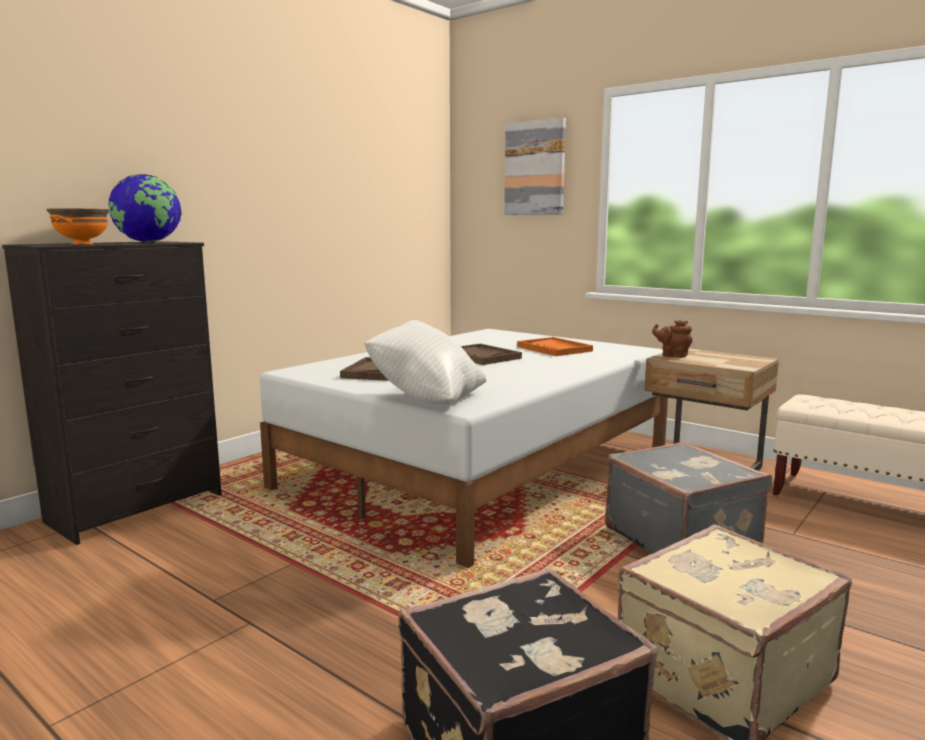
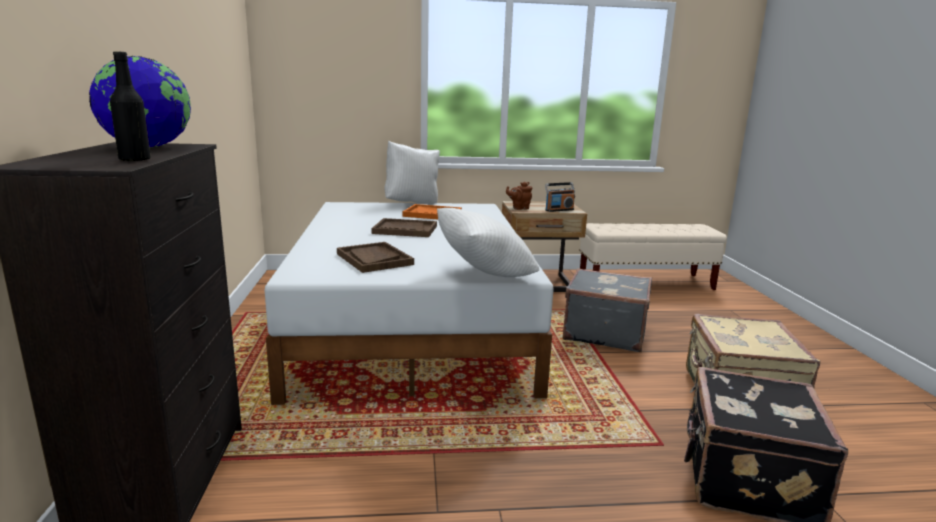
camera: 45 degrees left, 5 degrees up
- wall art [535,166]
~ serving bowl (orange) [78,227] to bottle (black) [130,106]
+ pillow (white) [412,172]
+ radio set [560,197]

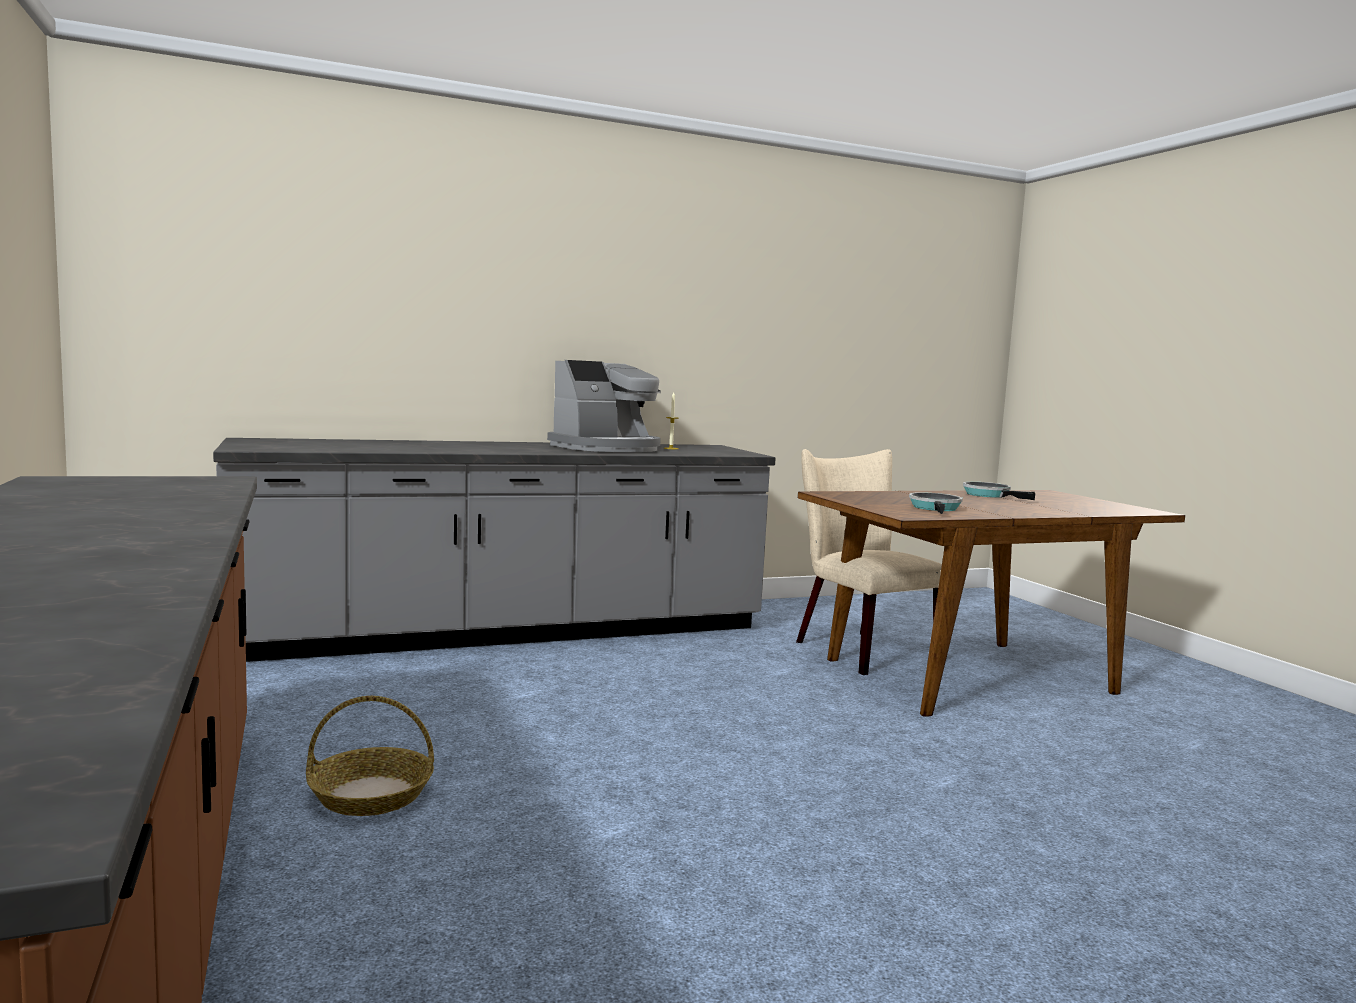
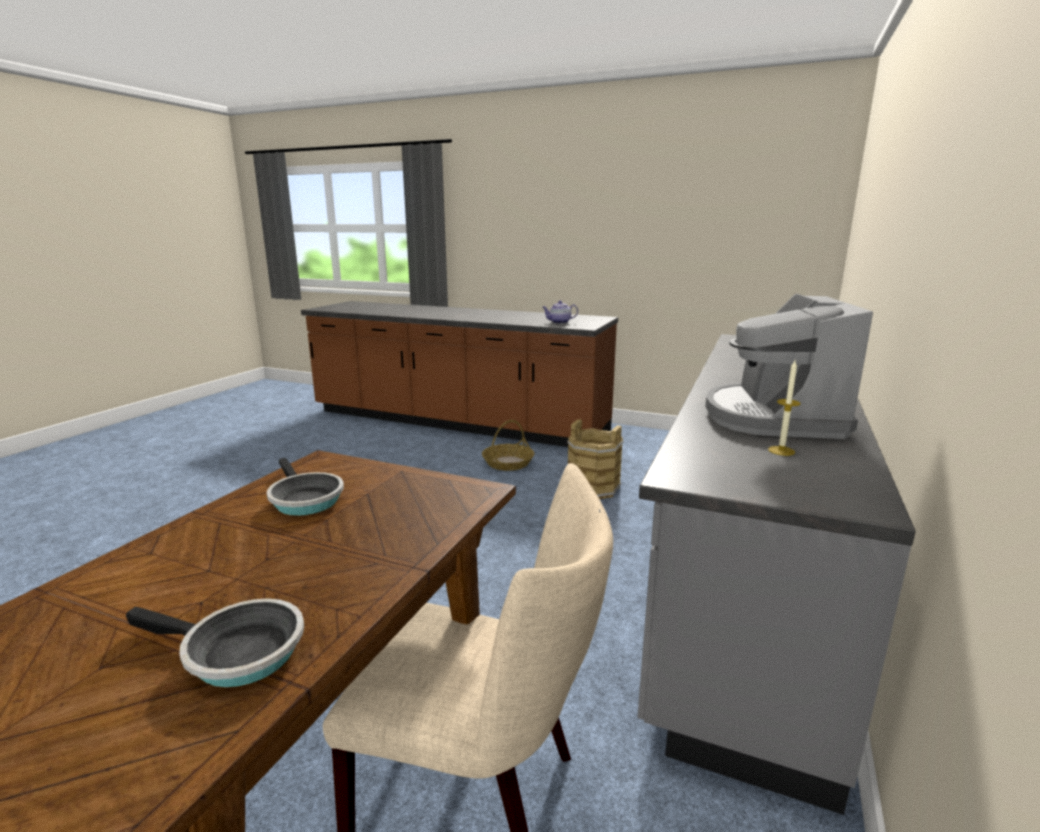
camera: 135 degrees right, 10 degrees up
+ pot for tea [560,312]
+ bucket (brown) [596,459]

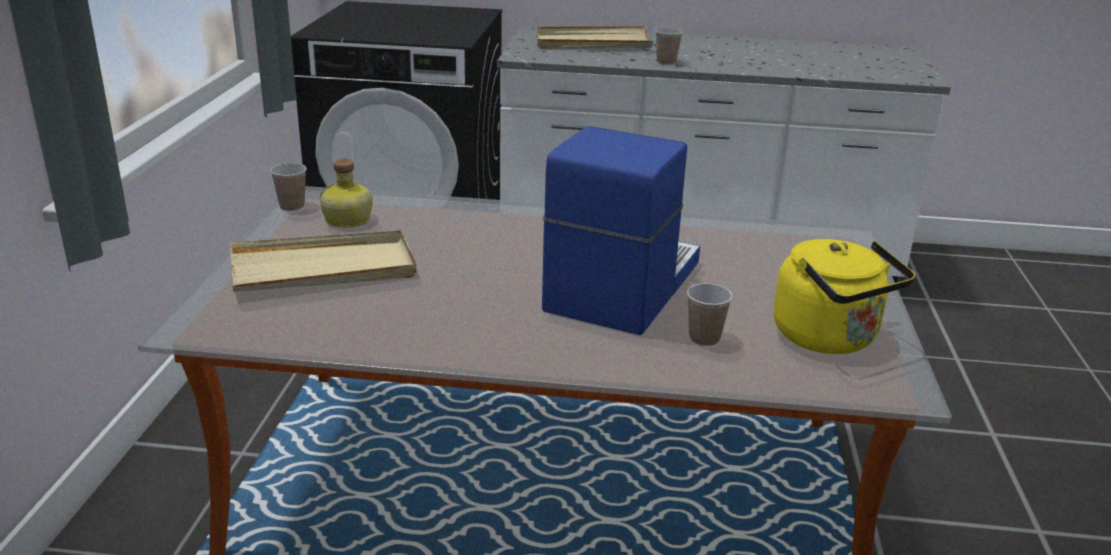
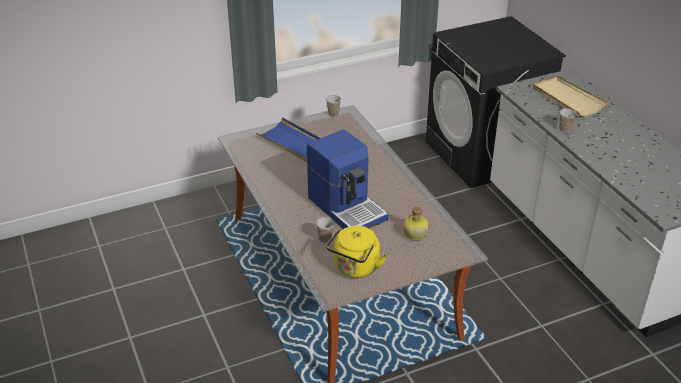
camera: 60 degrees right, 10 degrees up
~ coffee machine [621,230] = [347,179] 60 degrees clockwise
~ bottle [346,193] to [416,224]
~ serving tray (beige-coloured) [323,261] to serving tray (bluish) [288,139]

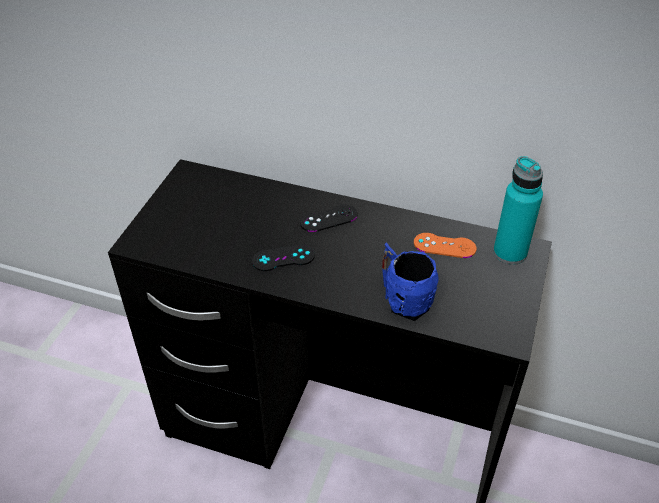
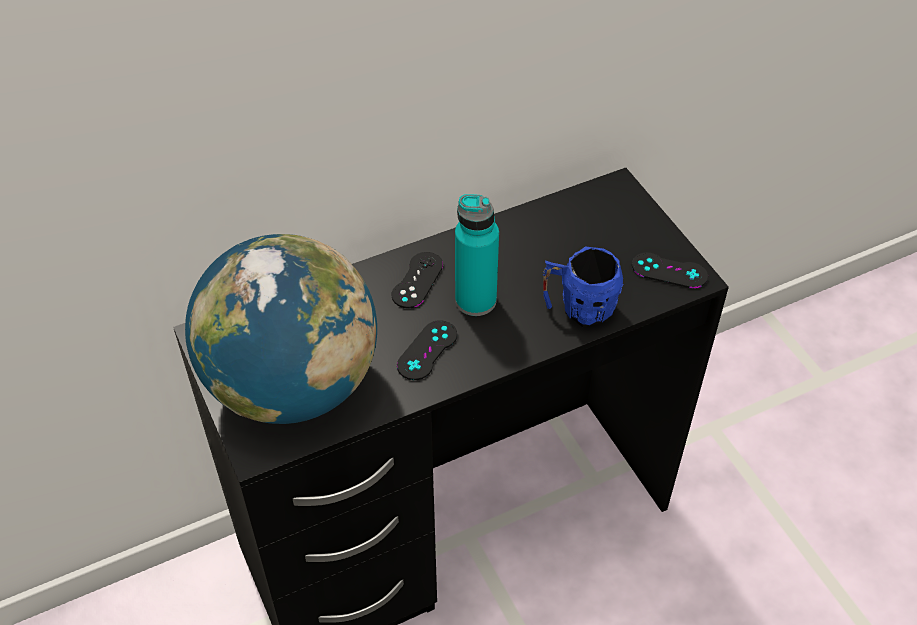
camera: 45 degrees left, 5 degrees up
~ bottle (turquoise-coloured) [518,210] to [477,255]
- gamepad (orange) [445,245]
+ desk globe [281,329]
+ gamepad (black) [670,270]

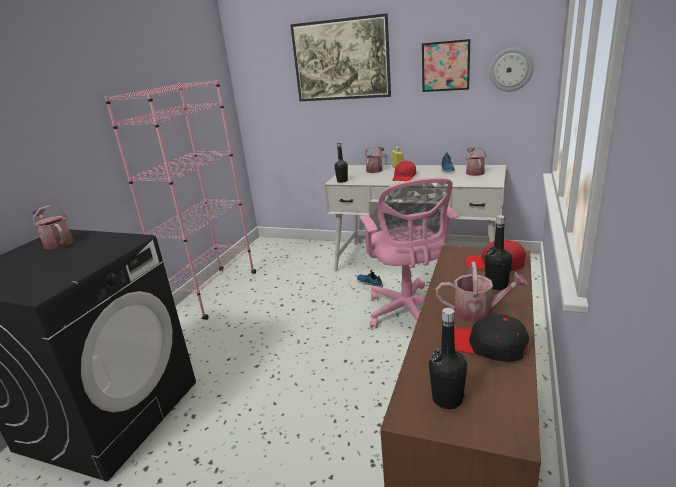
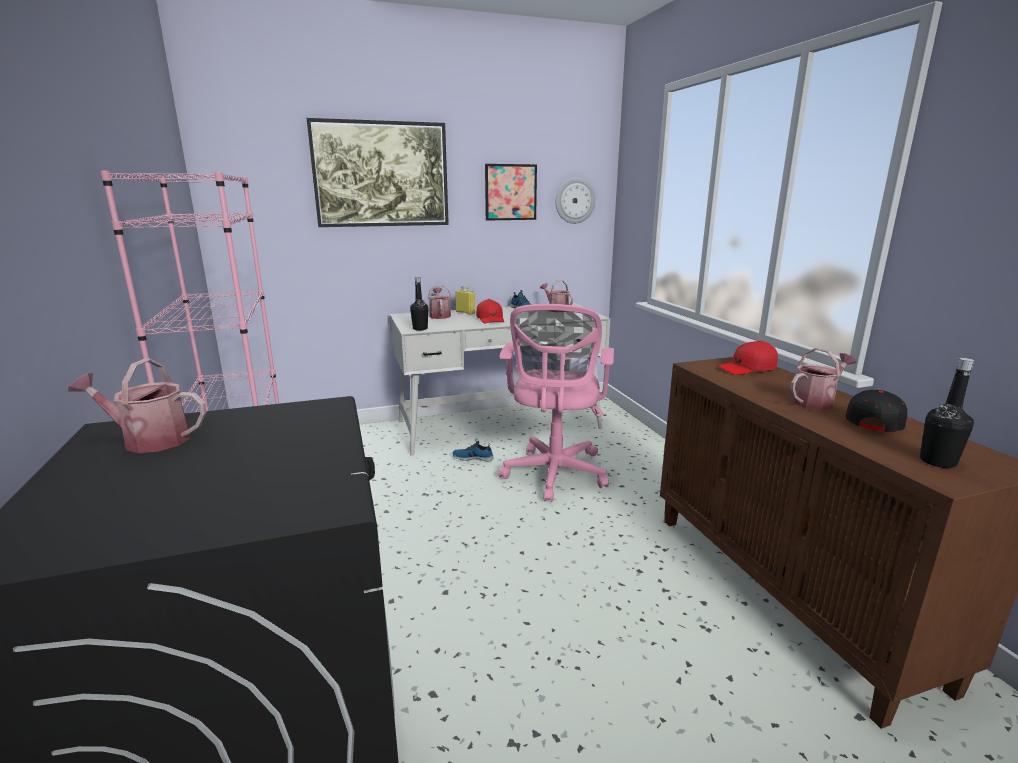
camera: 40 degrees left, 5 degrees down
~ computer chair (pink-coloured) [409,253] = [556,403] 60 degrees clockwise
- bottle (black) [498,252]
~ baseball cap (black) [491,338] = [876,411] 135 degrees clockwise

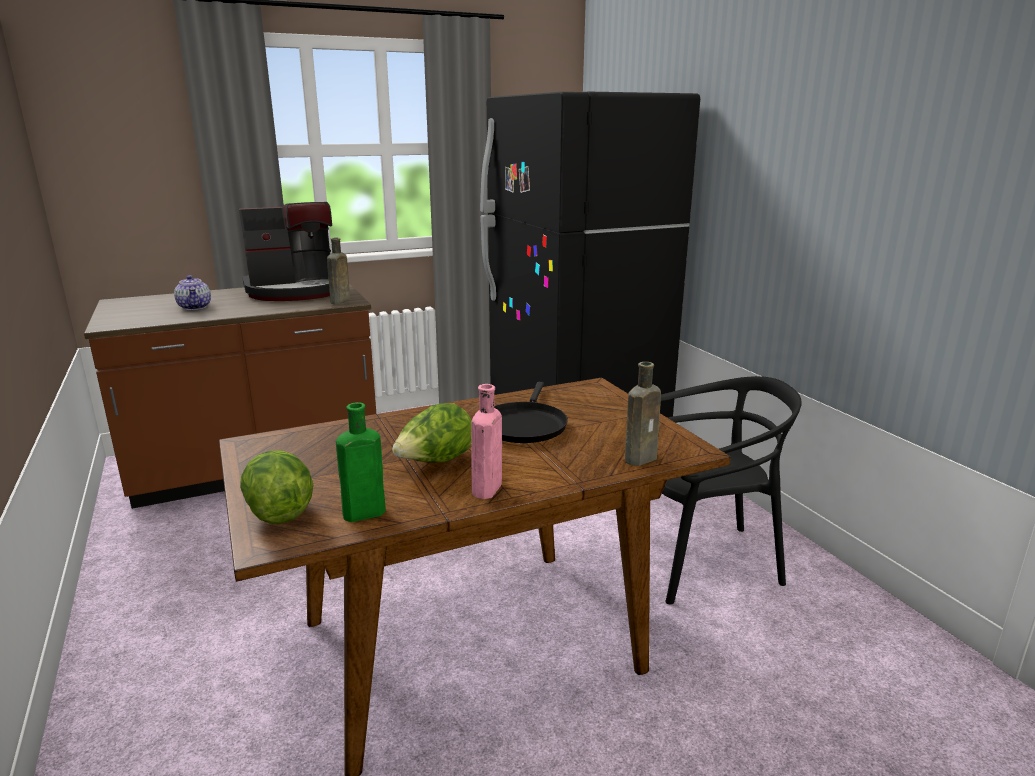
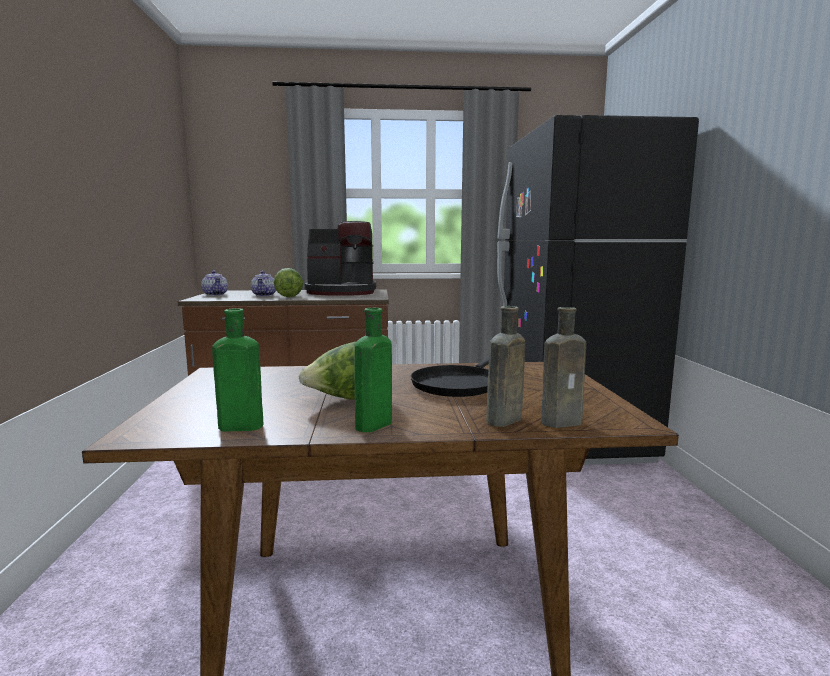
camera: 20 degrees right, 10 degrees down
~ bottle (brown) [338,270] to [505,366]
- upright chair (black) [731,490]
~ bottle (pink-coloured) [486,441] to bottle (green) [373,370]
~ head of lettuce [276,487] to [288,282]
+ pot for tea [214,283]

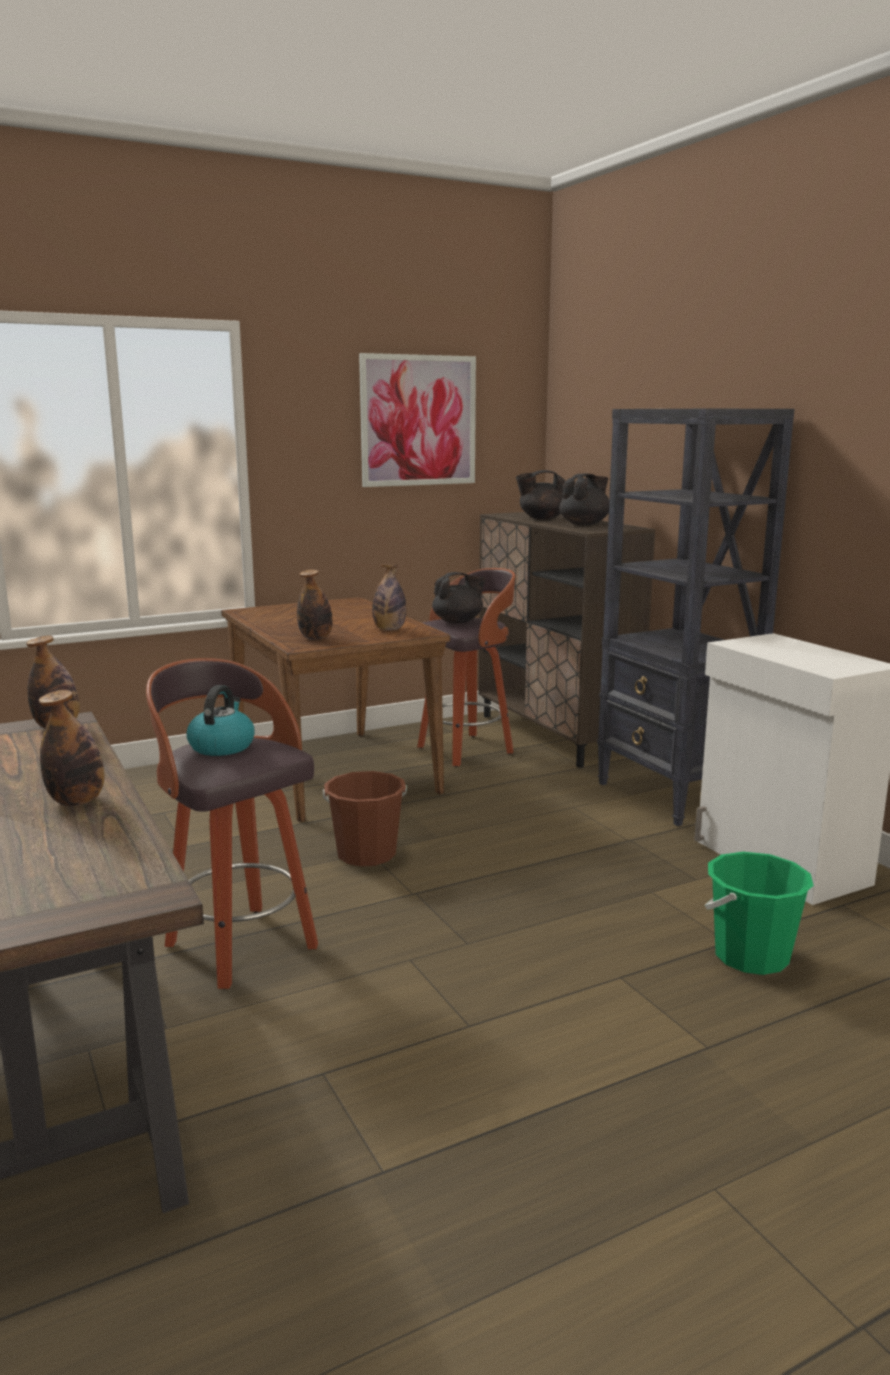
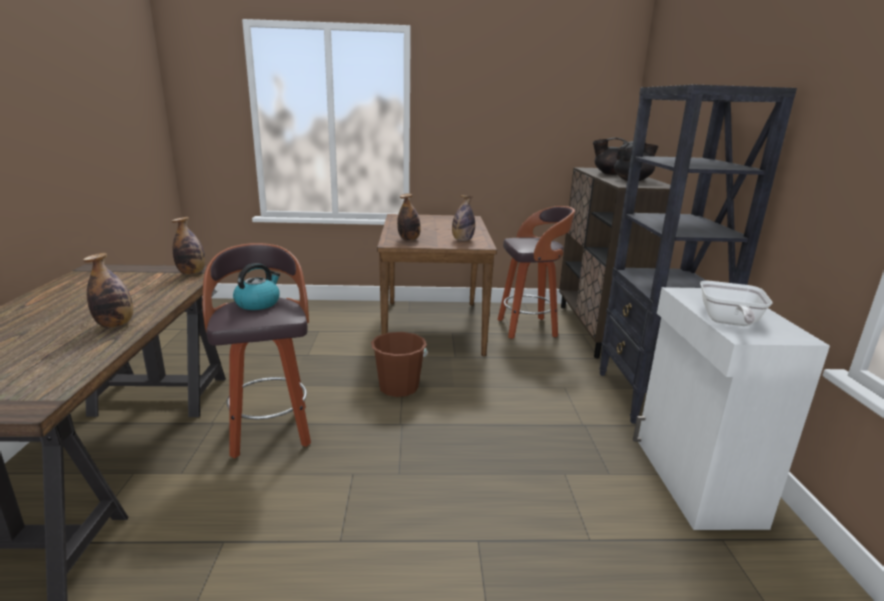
camera: 25 degrees right, 5 degrees up
- wall art [417,420]
- pot for tea (black) [459,597]
- bucket (green) [759,913]
+ frying pan [736,303]

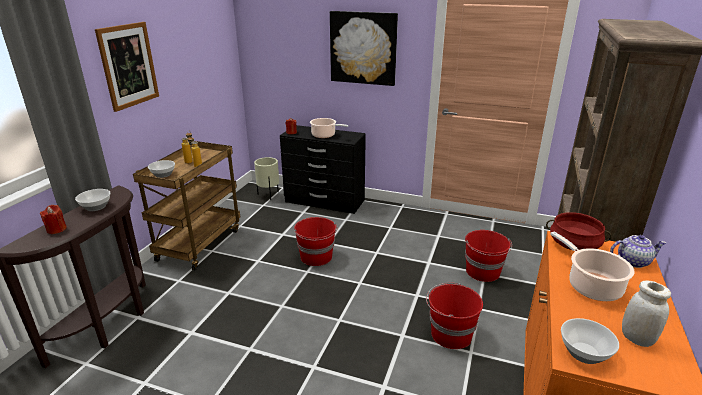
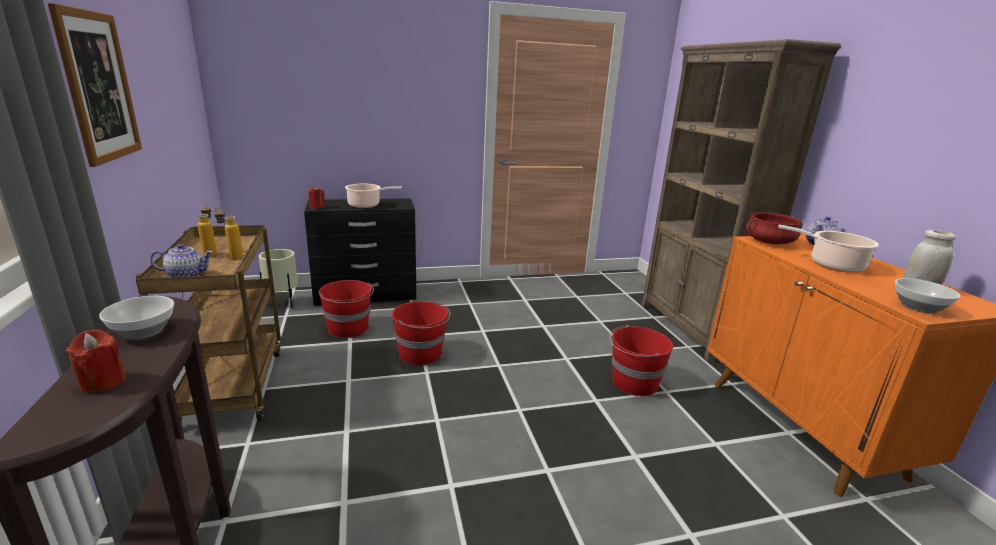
camera: 35 degrees left, 5 degrees down
- wall art [364,48]
~ serving bowl [161,169] to pot for tea [181,260]
~ bucket (red-coloured) [488,256] to [346,309]

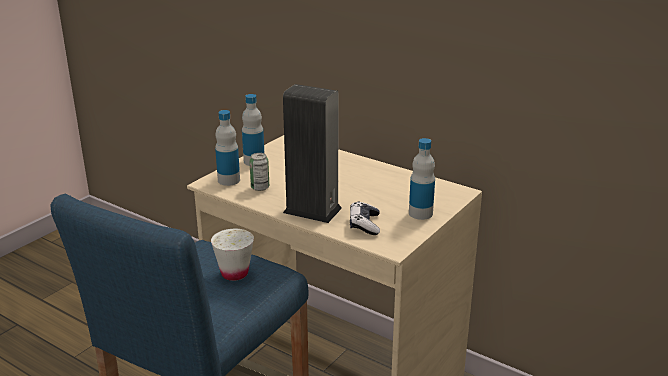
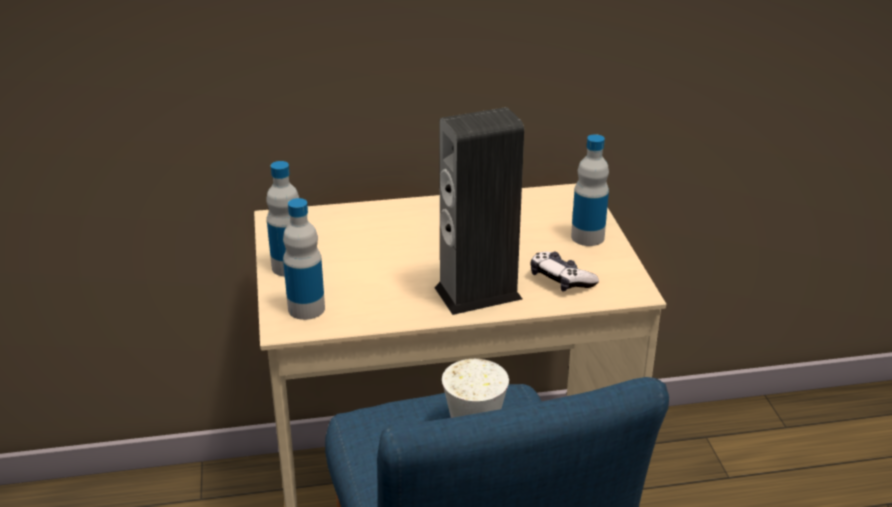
camera: 45 degrees left, 5 degrees up
- sealed can [259,172]

